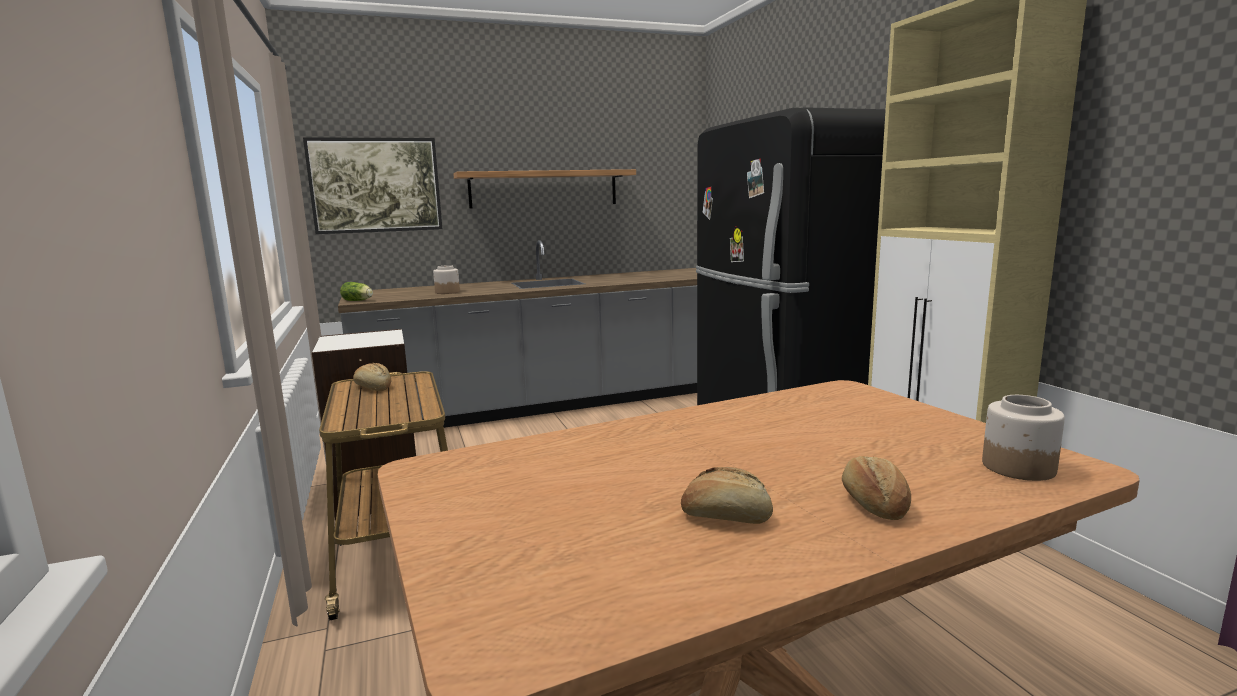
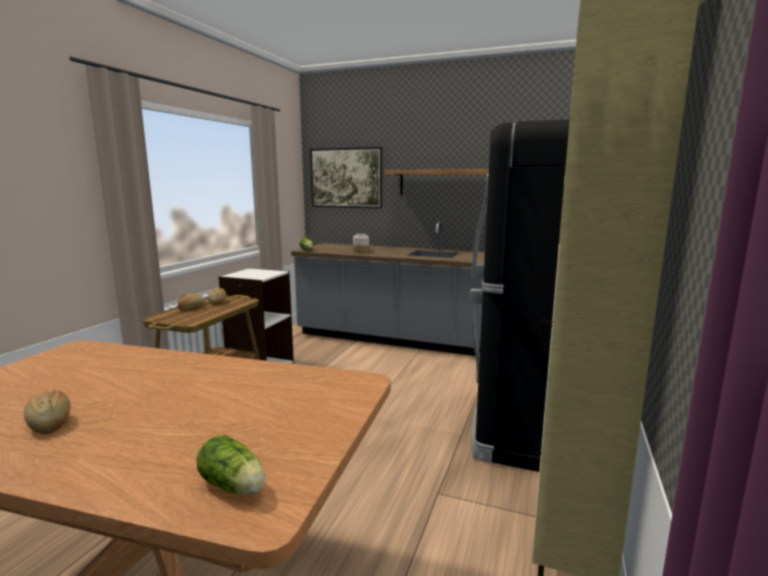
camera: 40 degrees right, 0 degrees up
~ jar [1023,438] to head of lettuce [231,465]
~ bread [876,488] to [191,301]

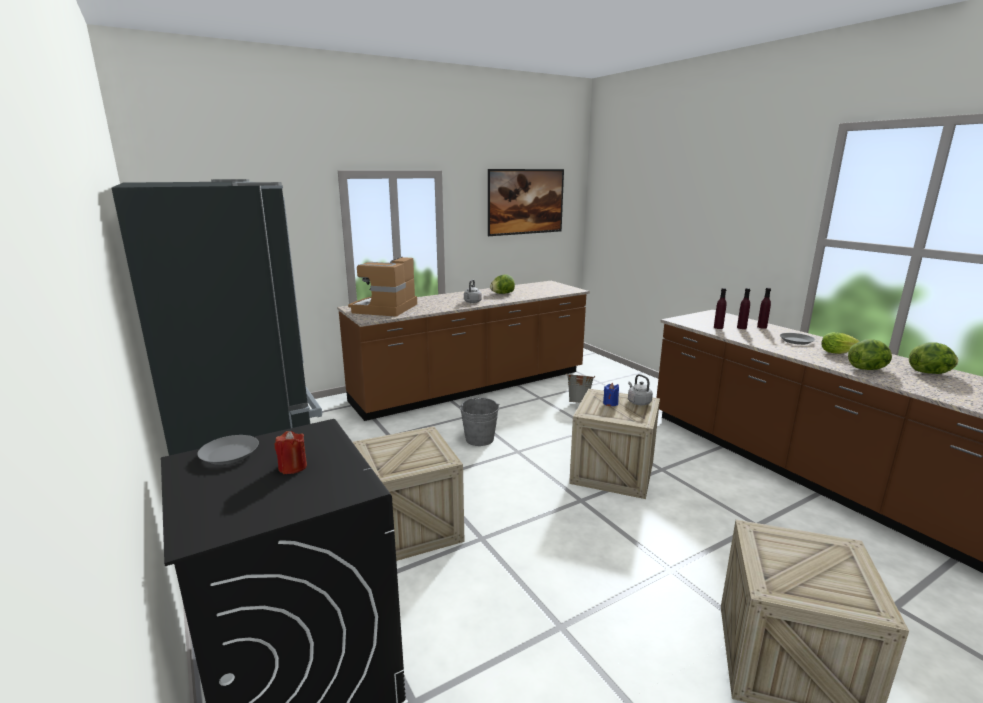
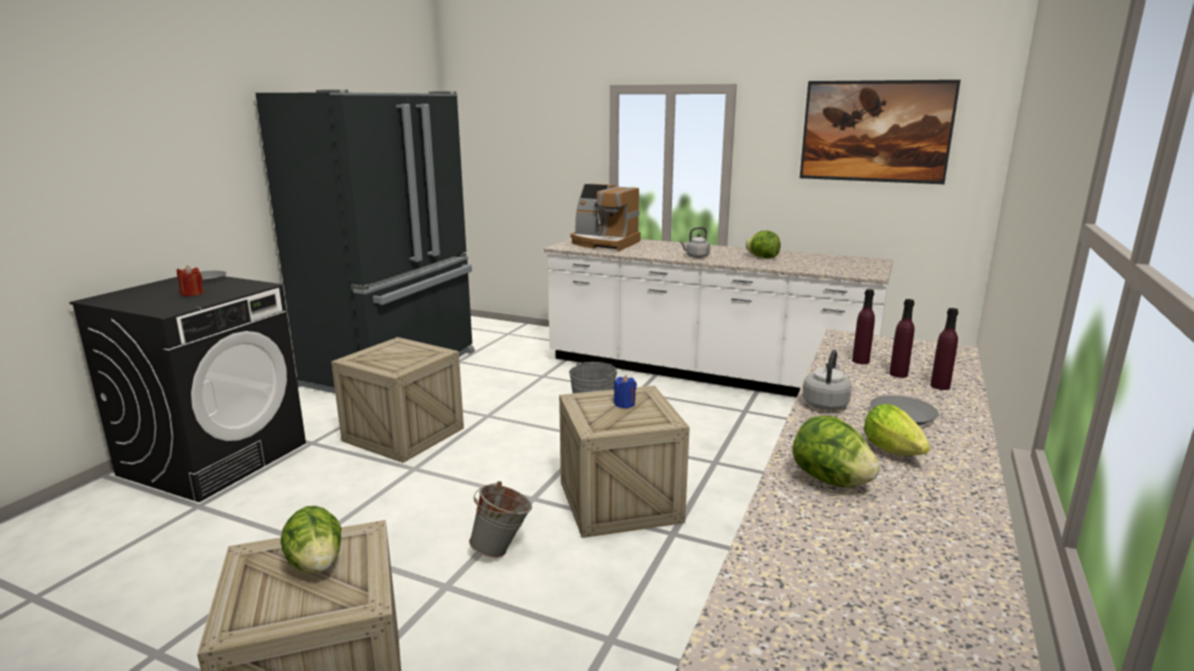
camera: 55 degrees right, 0 degrees up
~ coffee machine [382,287] = [605,217] 135 degrees counterclockwise
~ counter (brown) [463,351] to counter (white) [718,317]
~ head of lettuce [933,358] to [311,539]
~ bucket (grey) [580,388] to [500,519]
~ tea kettle (grey) [640,389] to [827,380]

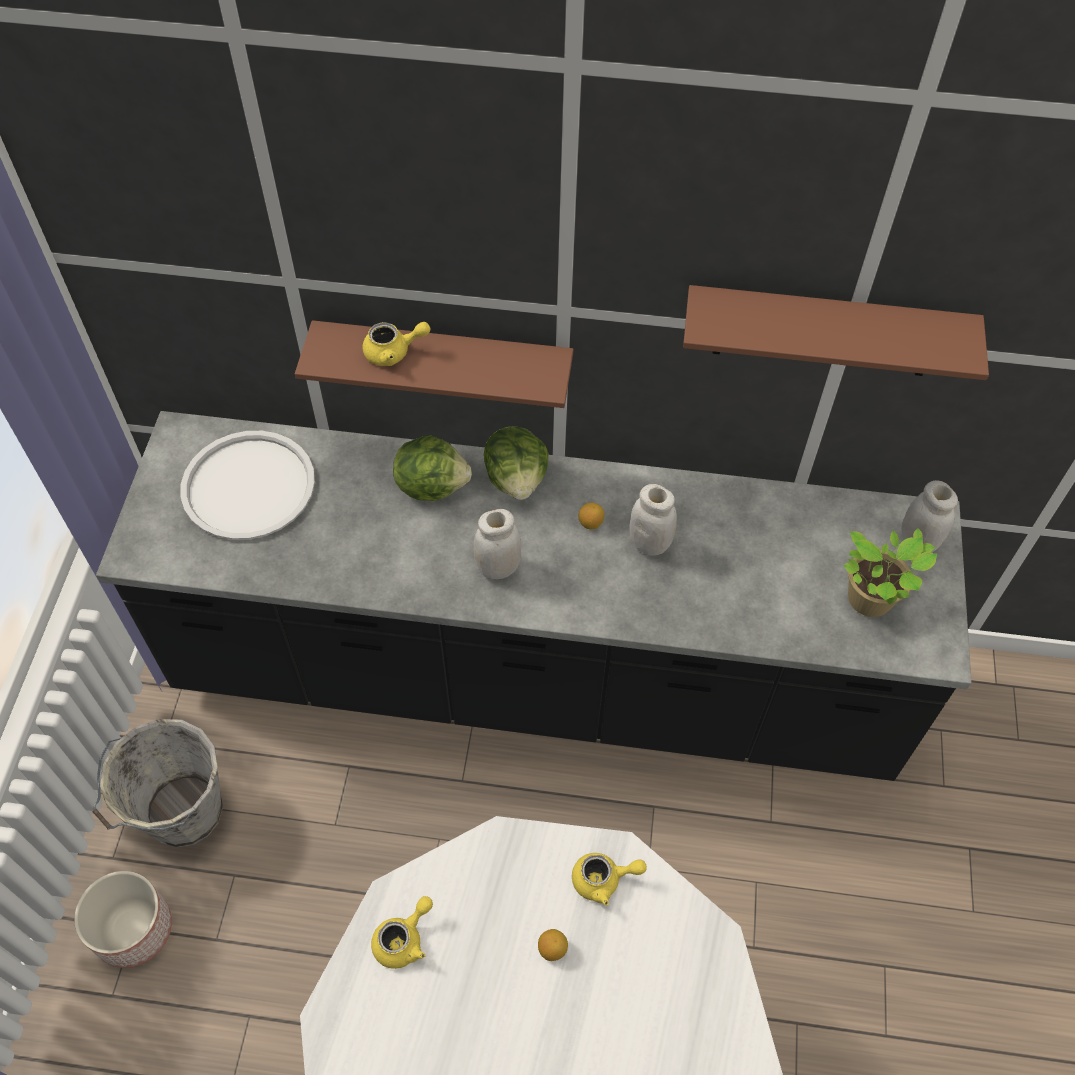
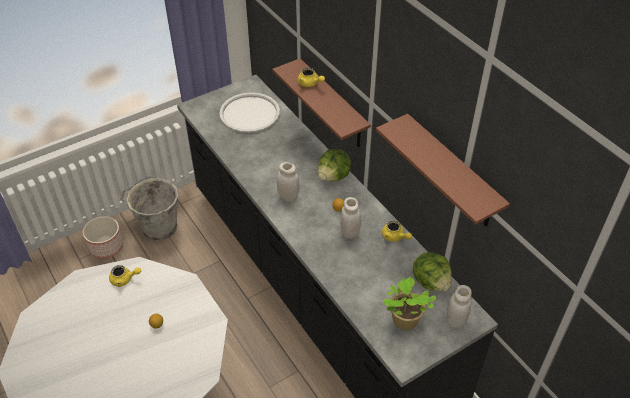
camera: 50 degrees right, 10 degrees down
~ head of lettuce [432,468] to [432,271]
~ pot for tea (yellow) [609,879] to [397,231]

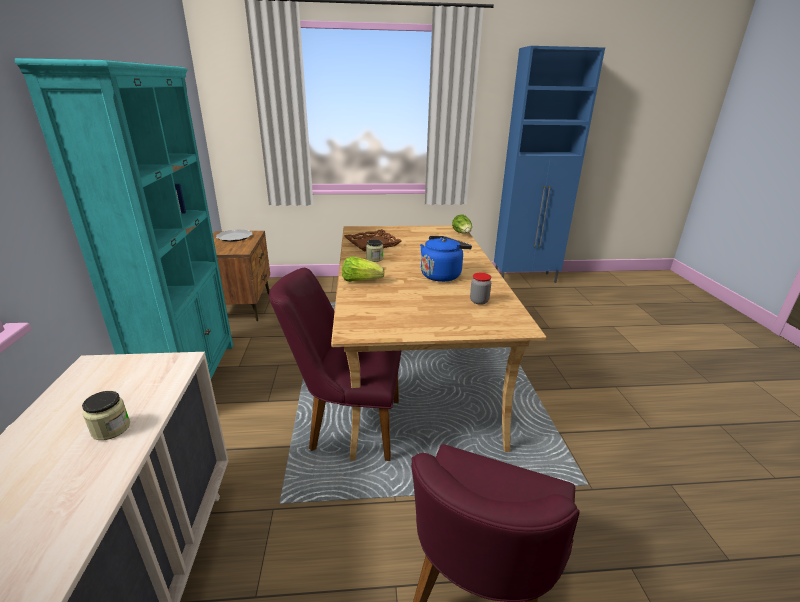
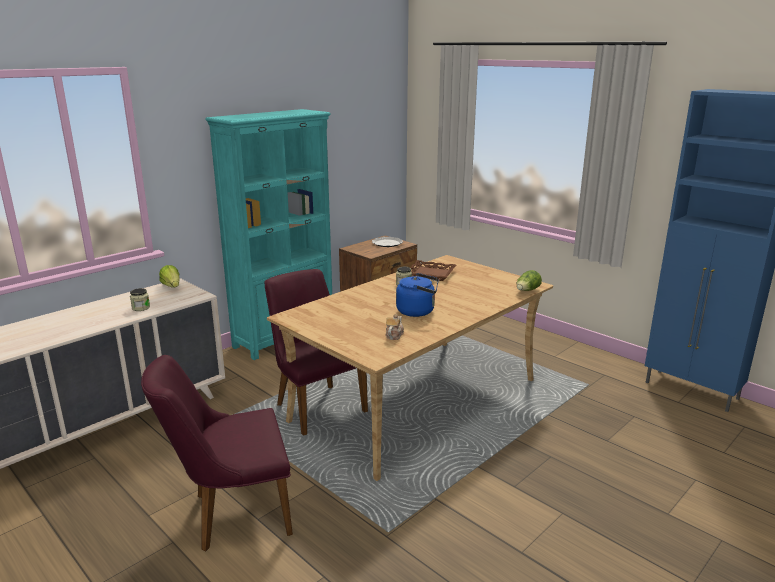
camera: 50 degrees right, 5 degrees down
~ head of lettuce [363,269] to [169,276]
~ jar [480,289] to pot for tea [394,327]

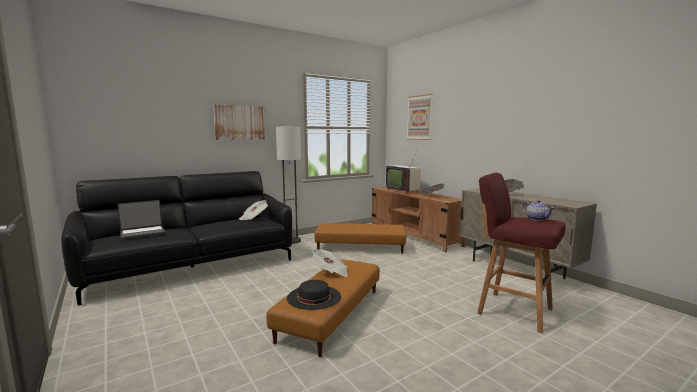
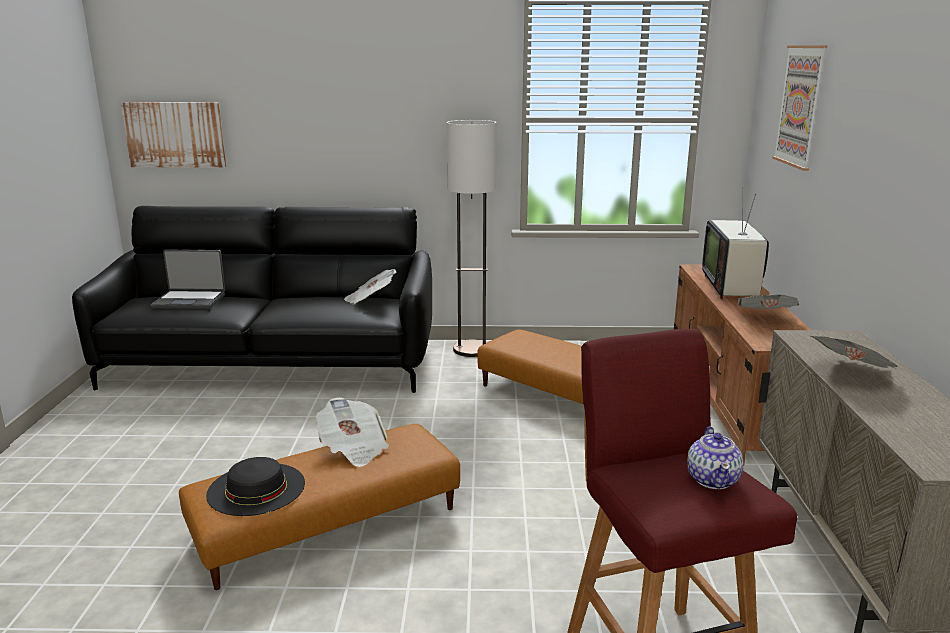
camera: 35 degrees right, 10 degrees up
~ wall art [239,122] to [173,135]

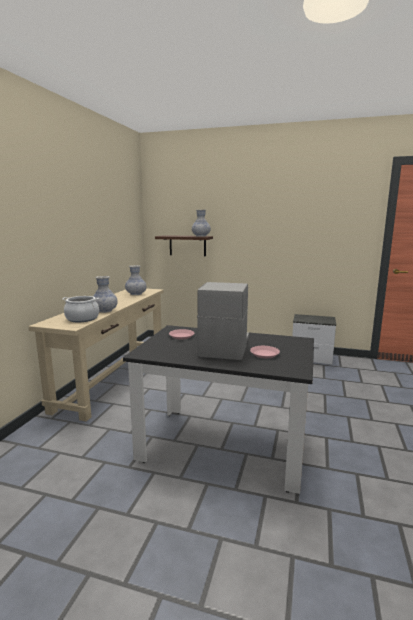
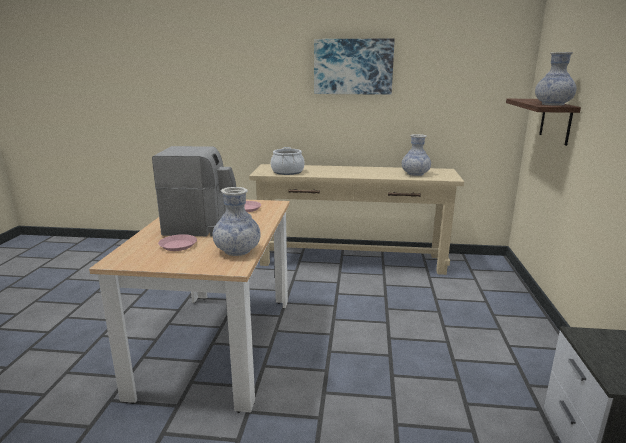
camera: 80 degrees right, 5 degrees up
~ vase [105,294] to [237,221]
~ dinner table (black) [218,409] to dinner table (beige-coloured) [189,306]
+ wall art [354,66]

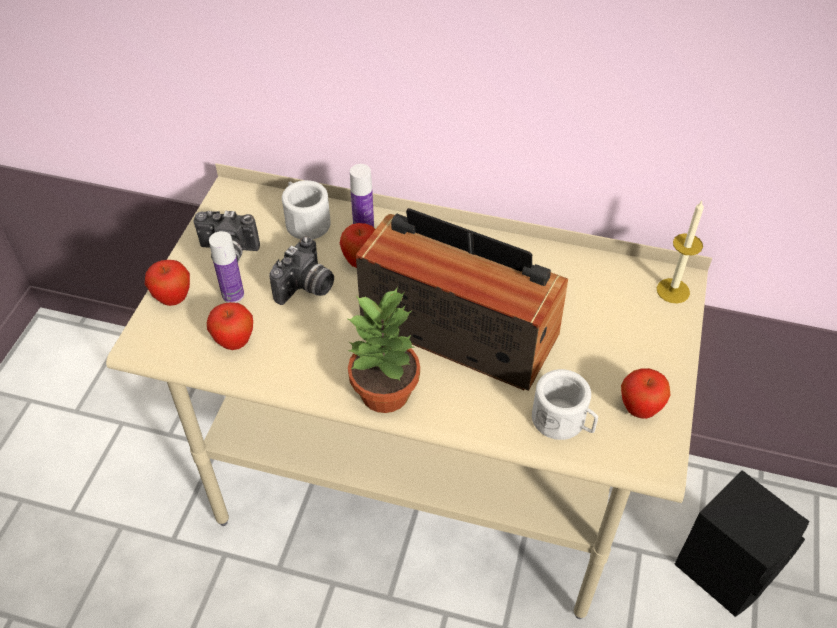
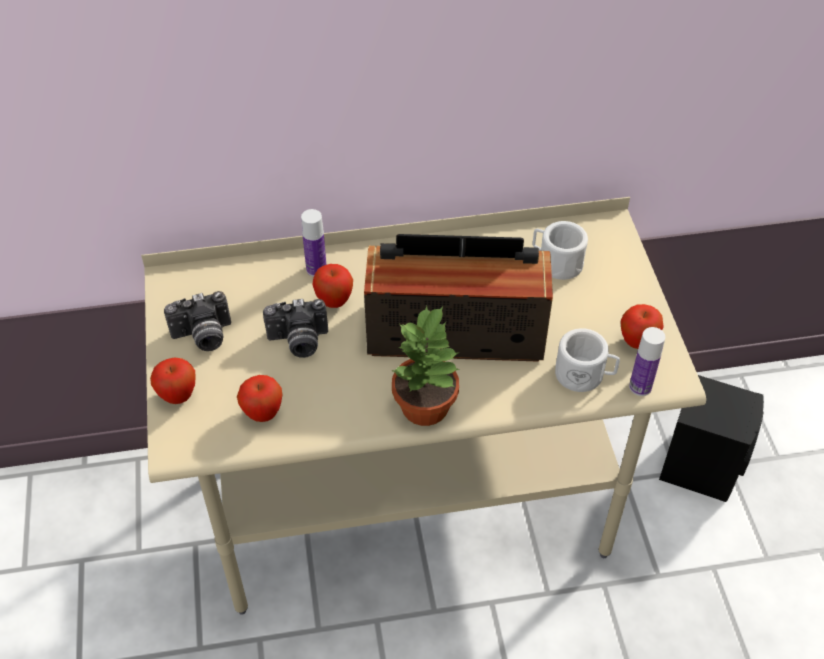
camera: 25 degrees left, 0 degrees up
~ tea mug (white) [306,209] to [560,250]
- wax light [680,252]
~ bottle [226,267] to [647,361]
~ still camera [301,270] = [295,328] 75 degrees clockwise

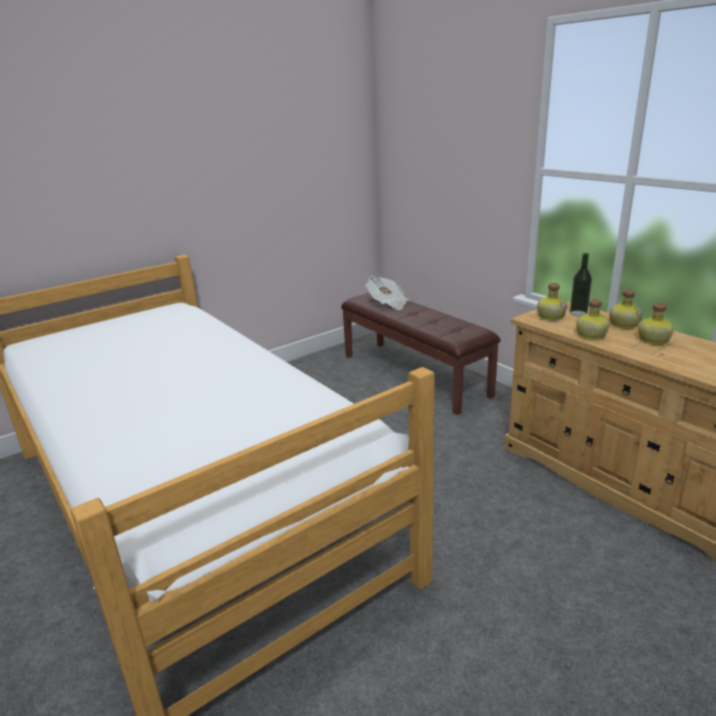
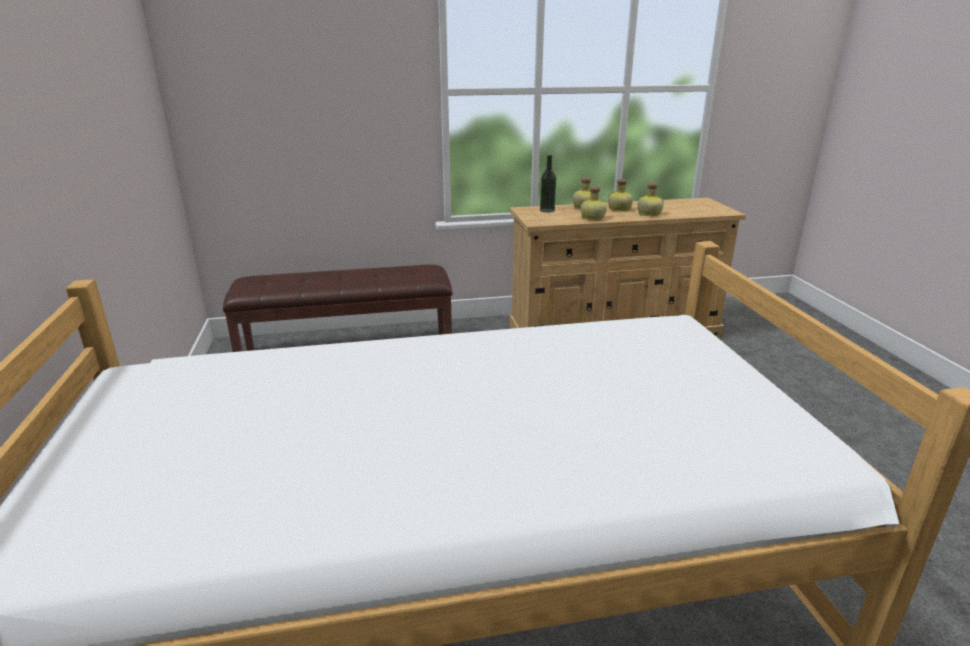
camera: 65 degrees left, 0 degrees up
- daily paper [387,293]
~ bottle [552,302] to [650,199]

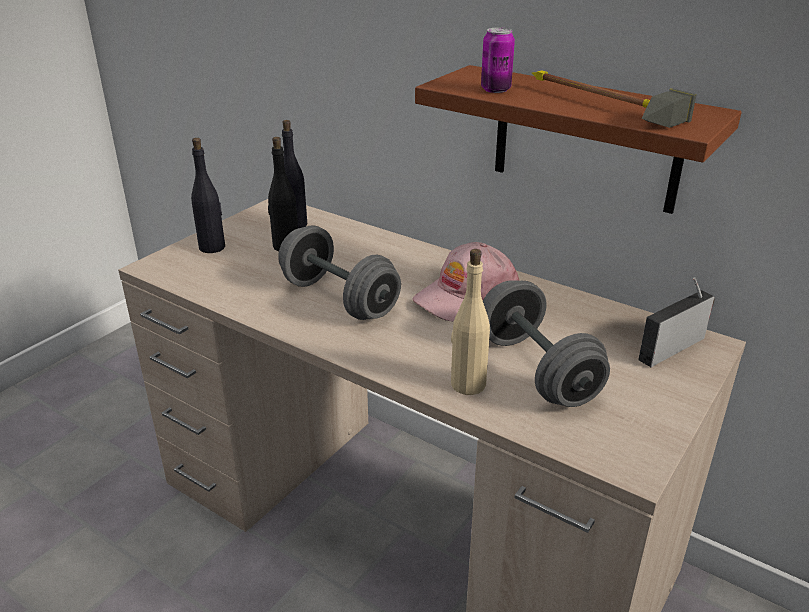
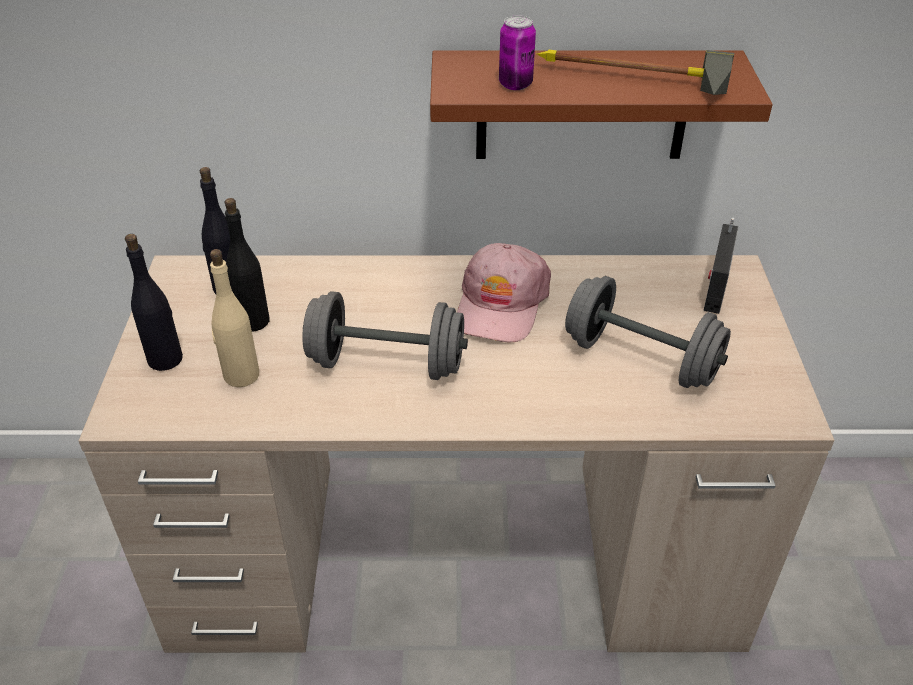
camera: 35 degrees left, 10 degrees up
~ bottle (beige-coloured) [470,322] to [234,318]

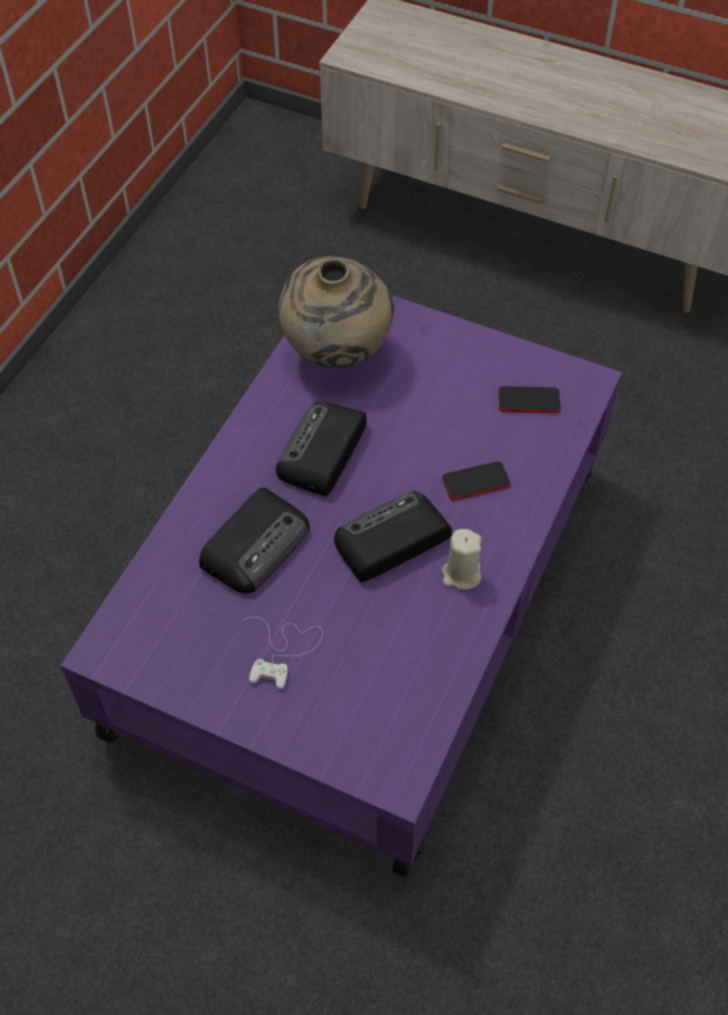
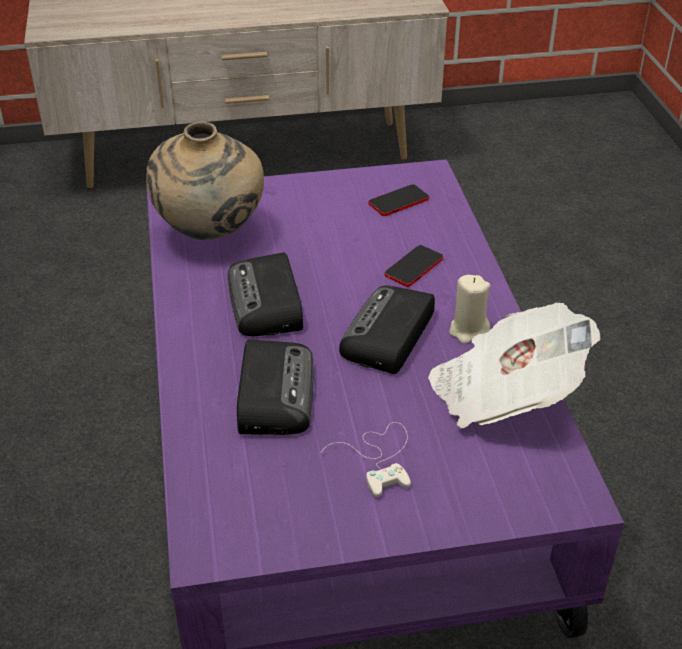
camera: 35 degrees left, 15 degrees down
+ daily paper [514,365]

